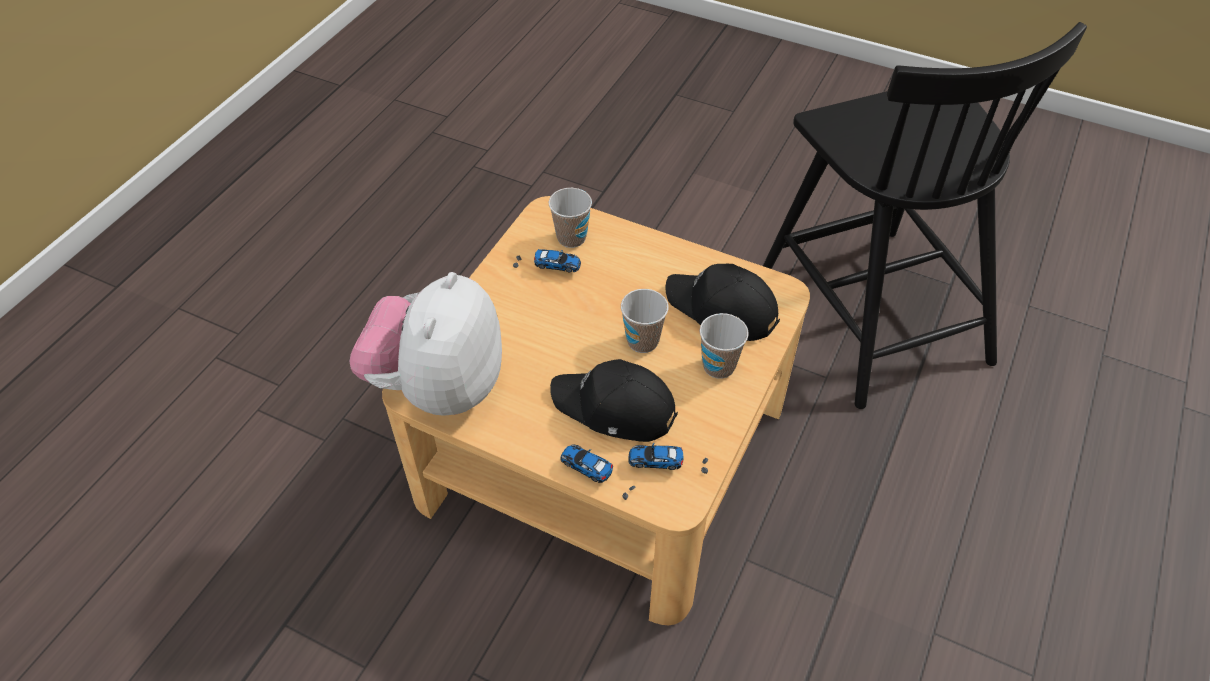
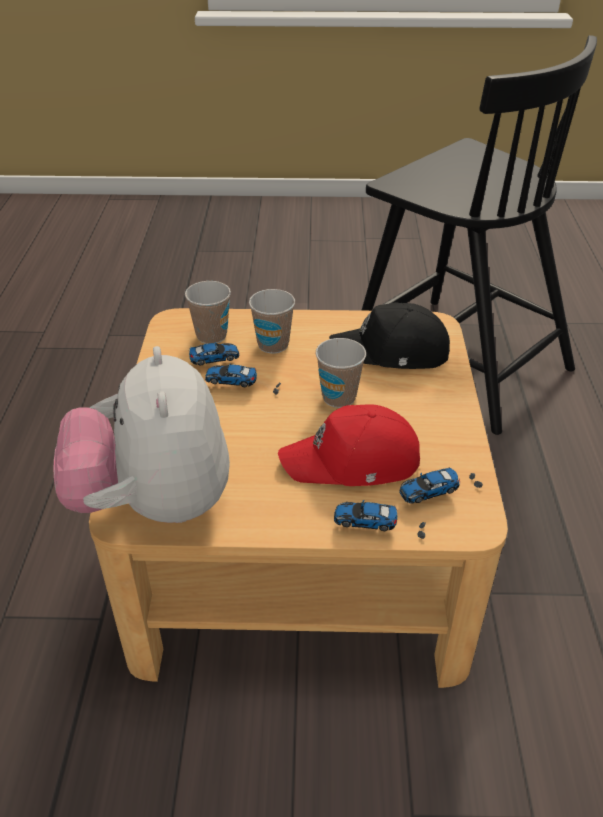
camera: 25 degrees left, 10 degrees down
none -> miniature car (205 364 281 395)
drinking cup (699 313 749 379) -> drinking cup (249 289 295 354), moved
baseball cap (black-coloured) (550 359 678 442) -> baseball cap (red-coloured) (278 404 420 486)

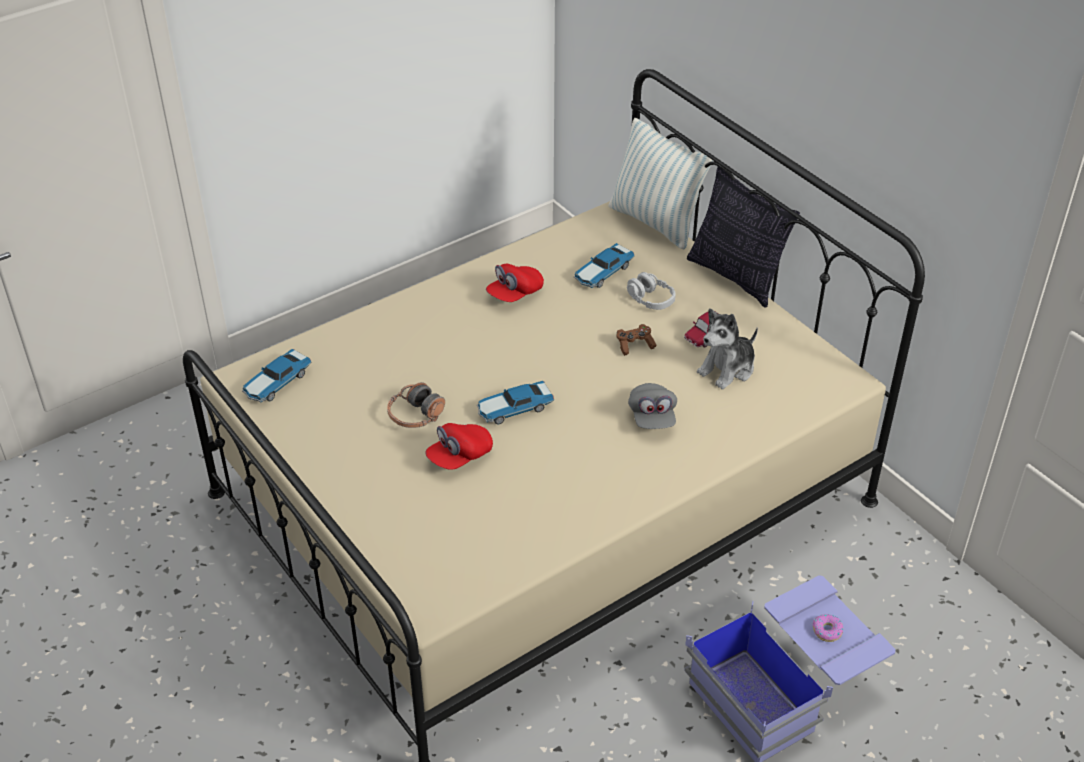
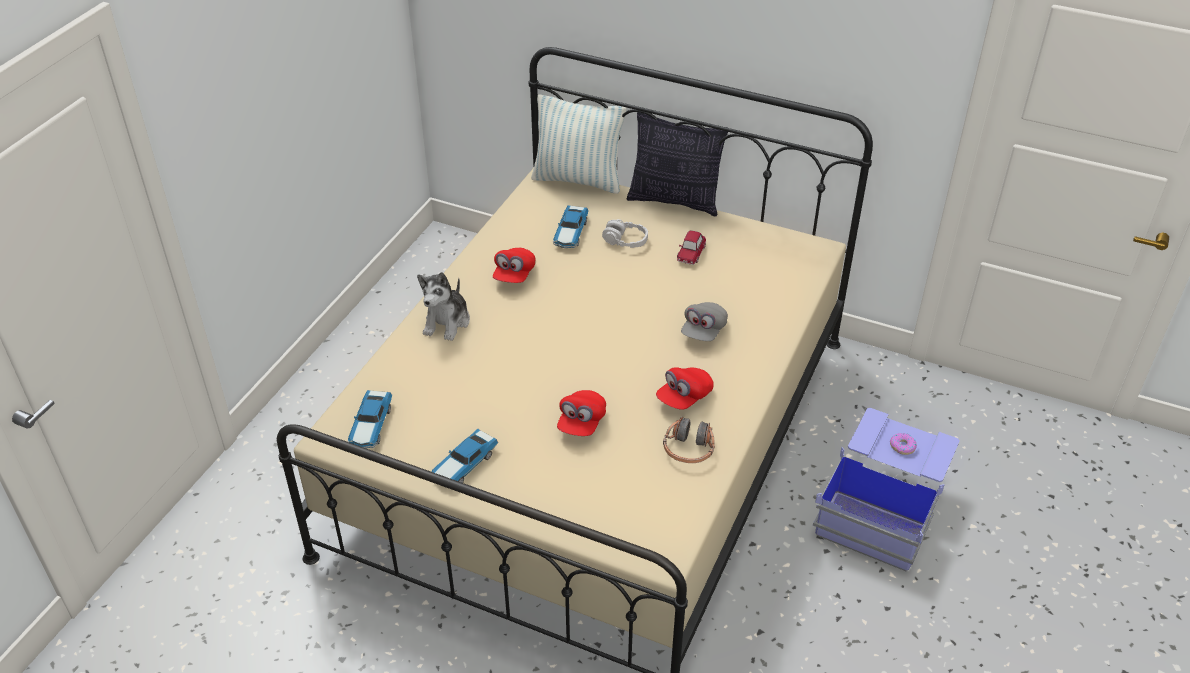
camera: 30 degrees left, 0 degrees up
soft toy (697 308 758 389) -> soft toy (417 272 470 341), moved
miniature car (476 381 554 425) -> miniature car (432 429 498 483), moved
none -> baseball cap (red-coloured) (656 367 714 410)
pair of headphones (387 382 445 428) -> pair of headphones (663 417 715 463), moved
baseball cap (gray) (628 383 677 429) -> baseball cap (gray) (681 302 728 341), 60 degrees clockwise
joypad (brown-coloured) (617 324 657 356) -> none

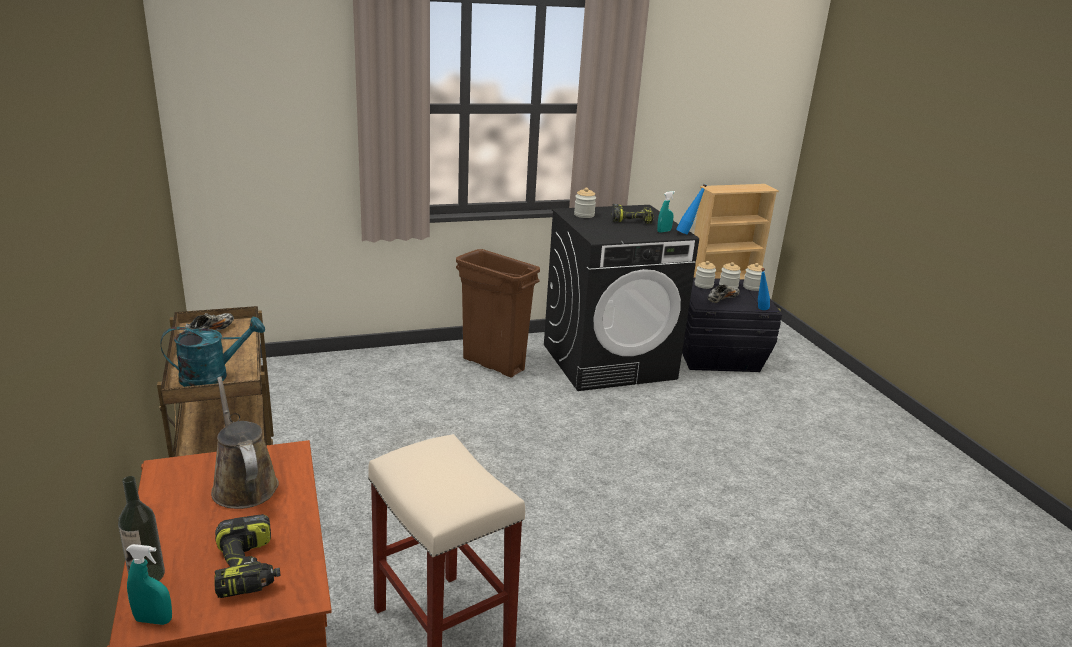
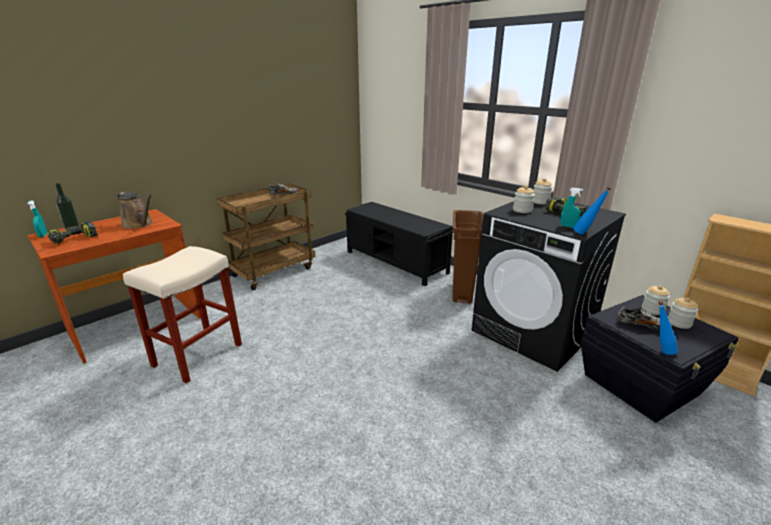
camera: 65 degrees right, 0 degrees up
watering can (brown-coloured) (211 377 279 509) -> watering can (brown-coloured) (117 192 152 229), 90 degrees clockwise
none -> indoor bench (black-coloured) (345 202 454 286)
jar (743 263 765 291) -> jar (513 185 535 213), moved
watering can (turquoise-coloured) (161 317 265 387) -> none

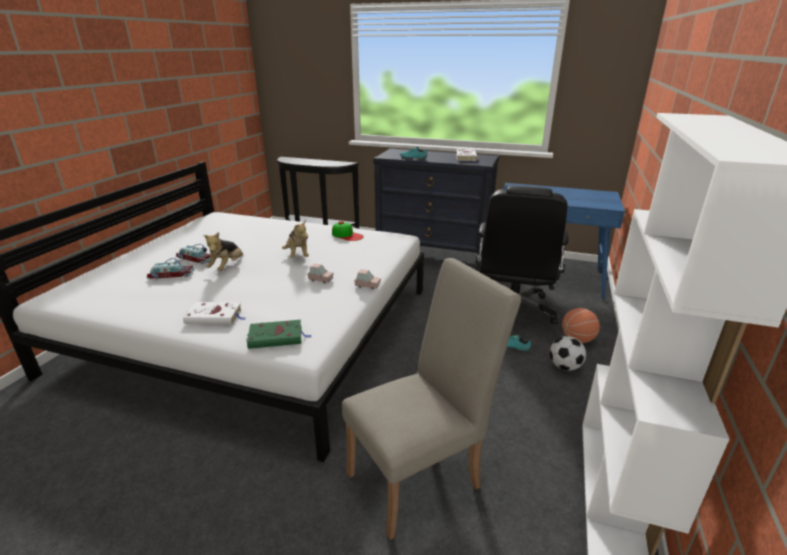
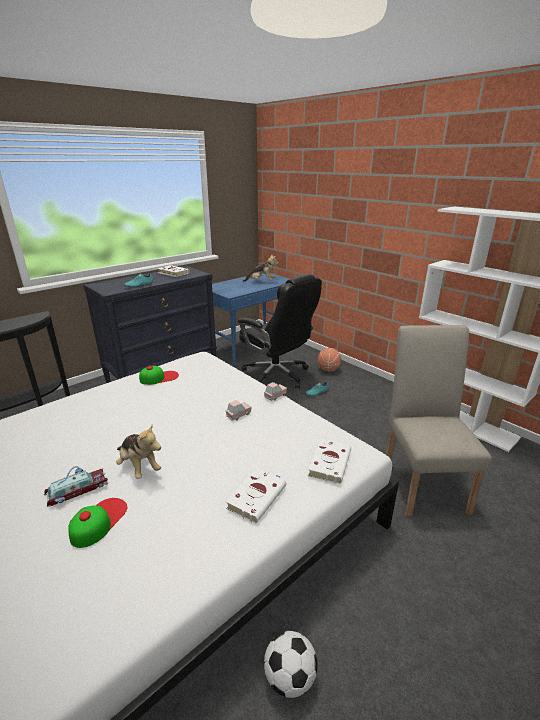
camera: 60 degrees left, 0 degrees up
miniature car (146 258 194 279) -> baseball cap (68 498 127 548)
soft toy (282 220 309 258) -> soft toy (243 255 279 282), moved
football (550 336 586 371) -> football (264 631 318 698), moved
book (green) (246 320 311 349) -> book (whitish) (308 439 351 484)

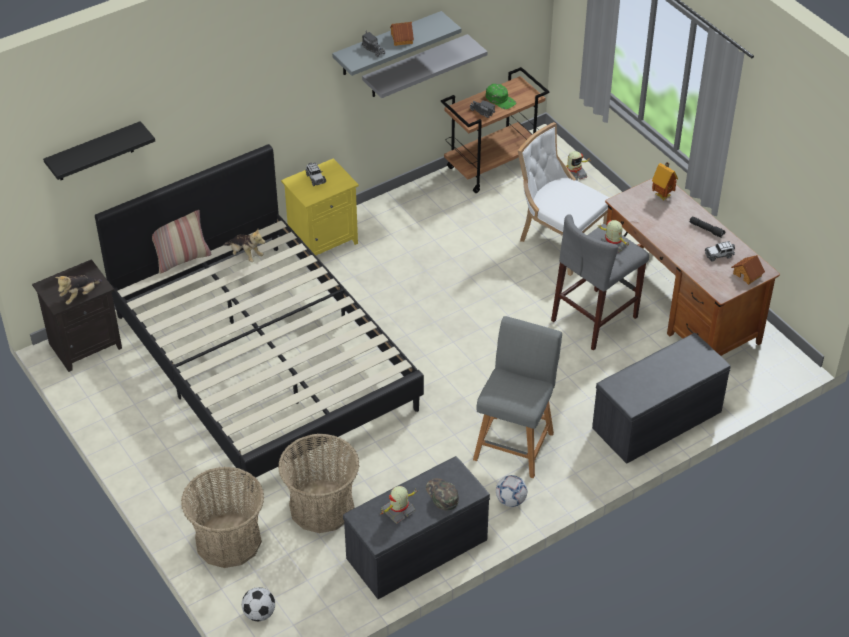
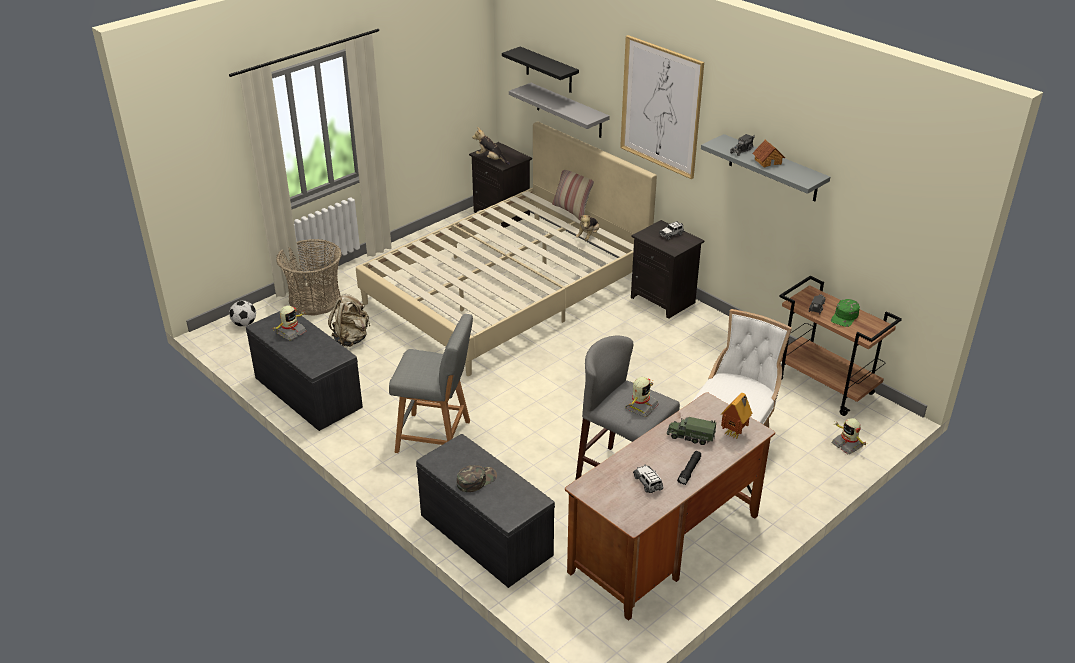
camera: 80 degrees right, 10 degrees down
model robot (381 486 419 524) -> model robot (273 305 307 341), 90 degrees clockwise
basket (278 434 360 533) -> backpack (beige) (328 294 370 347)
bed (black-coloured) (95 144 424 494) -> bed (beige) (356 122 657 376)
baseball cap (green) (426 478 459 510) -> baseball cap (green) (457 465 497 492), moved
wall shelf (gray) (362 34 488 98) -> wall shelf (gray) (509 83 610 138), moved
none -> picture (620 35 704 179)
bedside table (yellowish) (281 158 359 255) -> bedside table (black-coloured) (631 220 704 318)
none -> toy truck (667 417 716 445)
football (496 475 527 507) -> none
model house (731 255 765 285) -> none

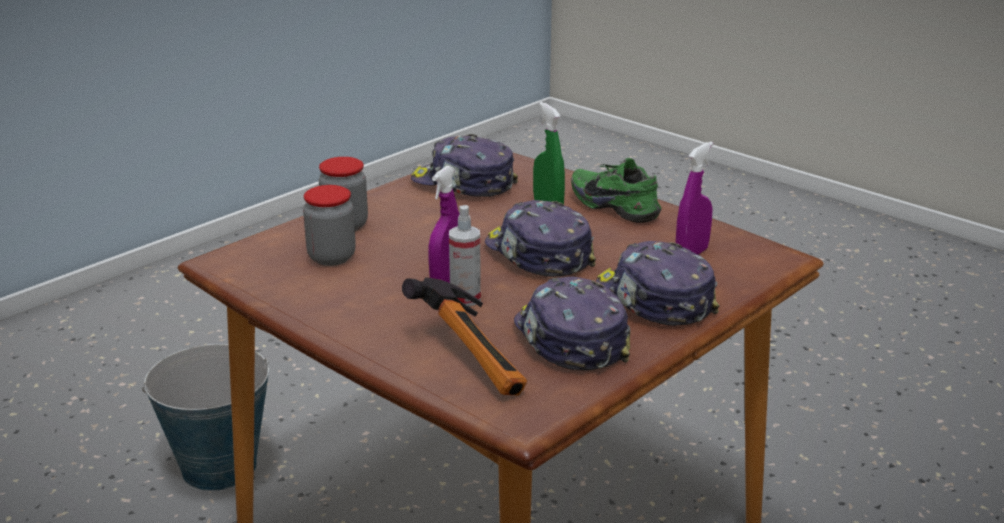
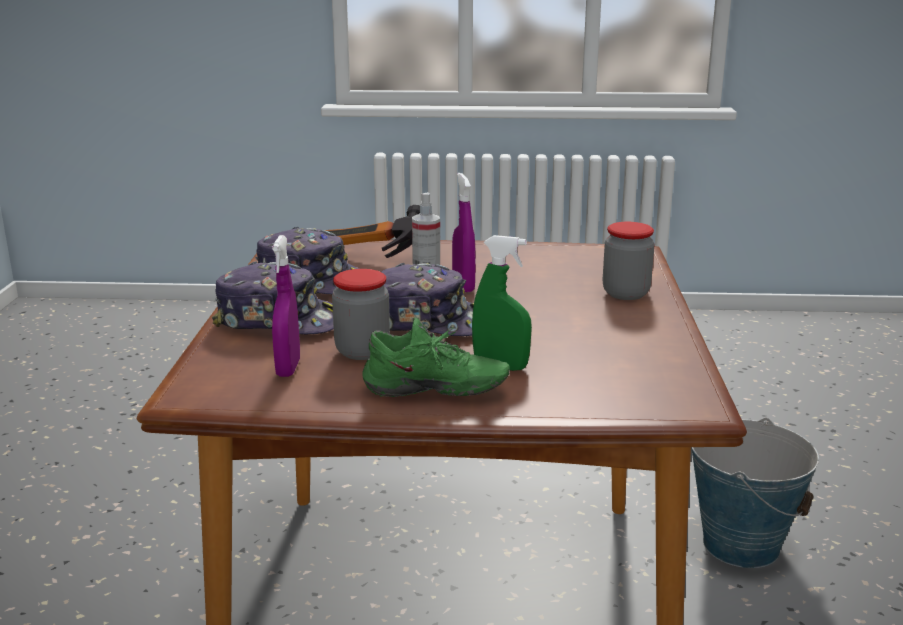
camera: 140 degrees right, 5 degrees down
jar (303 185 356 266) -> jar (332 269 390 360), moved
baseball cap (411 134 518 197) -> none

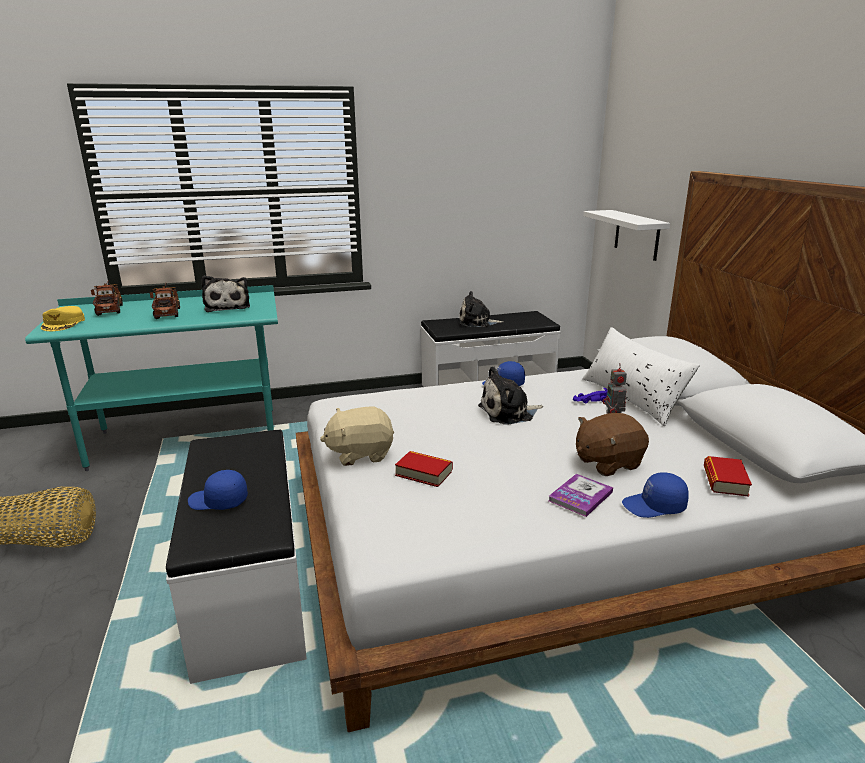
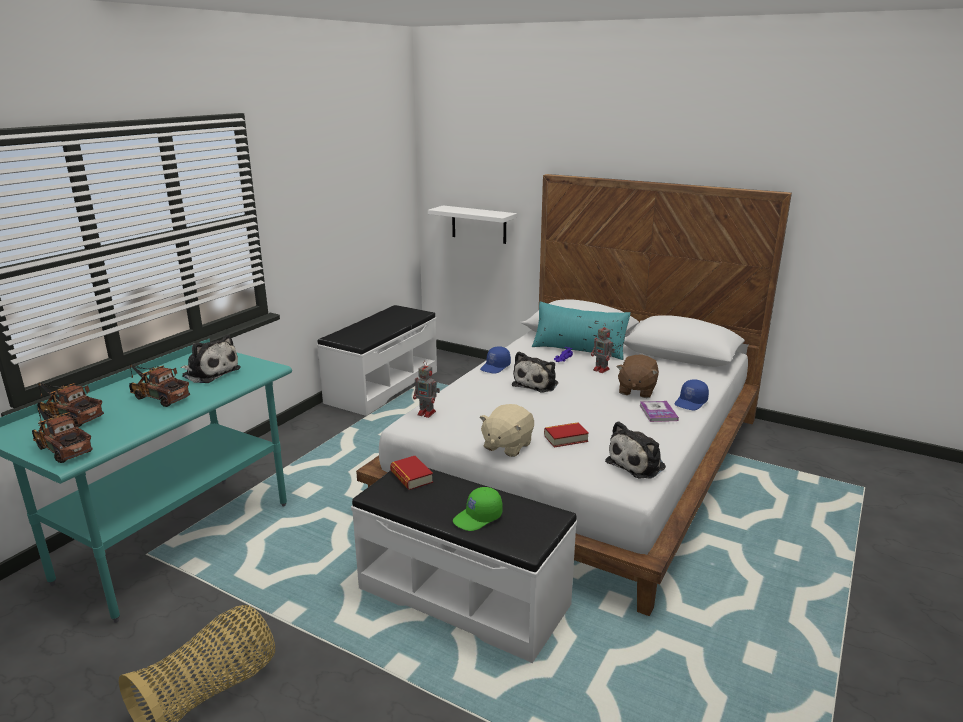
camera: 45 degrees left, 0 degrees up
baseball cap (yellowish) (41 306 85 331) -> toy truck (32 408 93 463)
book (704 456 752 497) -> book (390 456 433 490), moved
none -> model robot (413 361 440 418)
baseball cap (blue) (188 470 248 510) -> baseball cap (green) (453 487 503 531)
cushion (whitish) (582 327 700 426) -> cushion (turquoise-coloured) (532 302 631 360)
soft toy (459 291 504 327) -> soft toy (605 421 666 479), moved

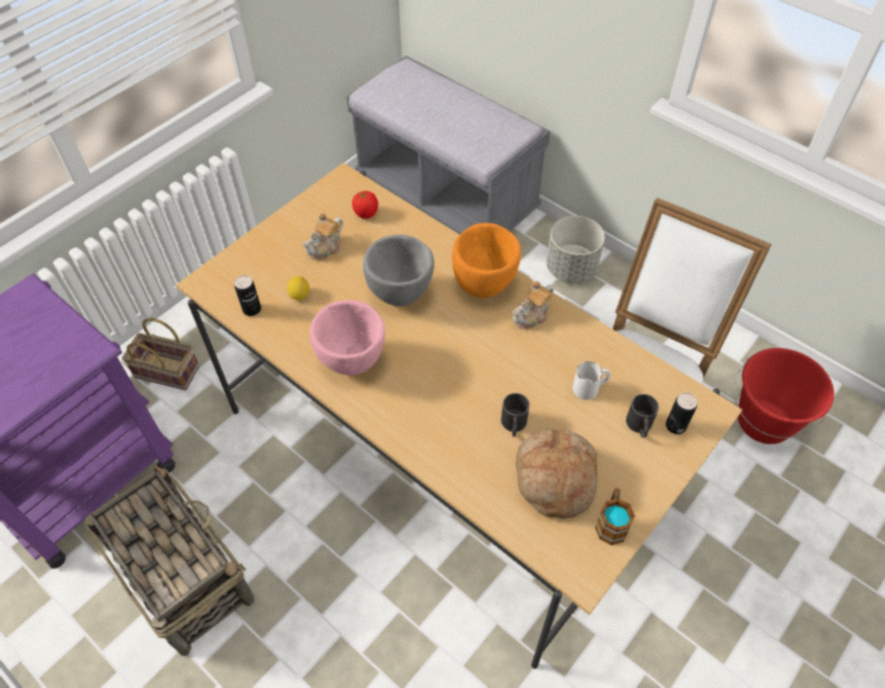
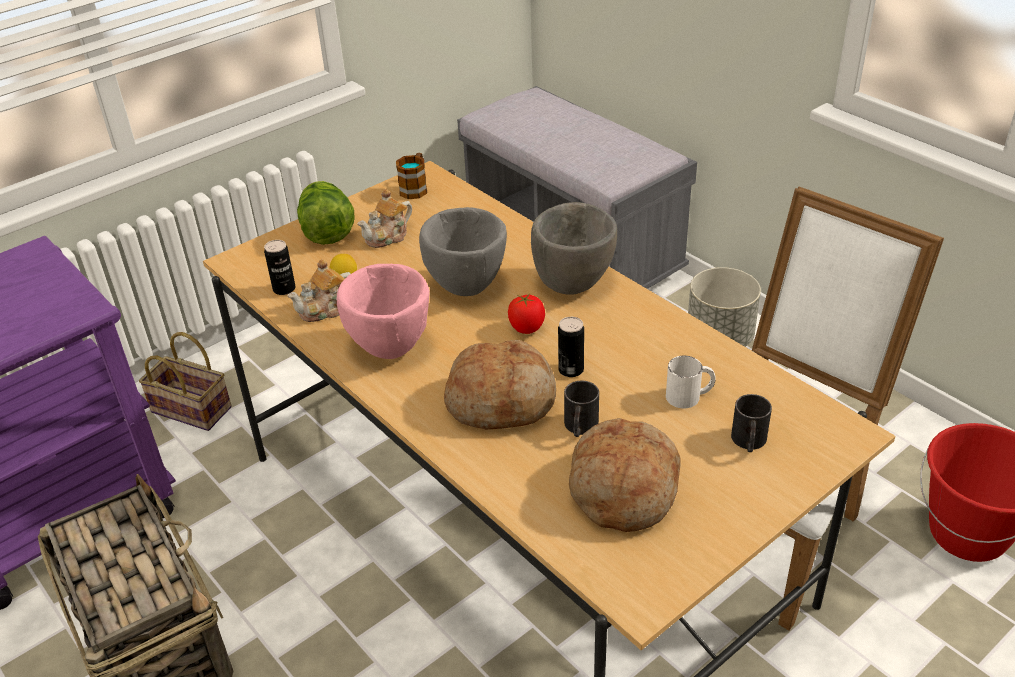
camera: 10 degrees right, 15 degrees down
tea pot (513 281 554 329) -> tea pot (288 259 350 322), moved
none -> lettuce head (297 181 355 245)
coffee mug (595 488 635 545) -> coffee mug (396 153 427 199), moved
none -> baked bread (444 340 556 429)
whole tomato (352 191 378 219) -> whole tomato (508 294 545 334), moved
deep dish (orangey) (452 223 521 298) -> deep dish (gray) (531 202 617 295)
metal can (666 392 697 434) -> metal can (558 317 584 377), moved

